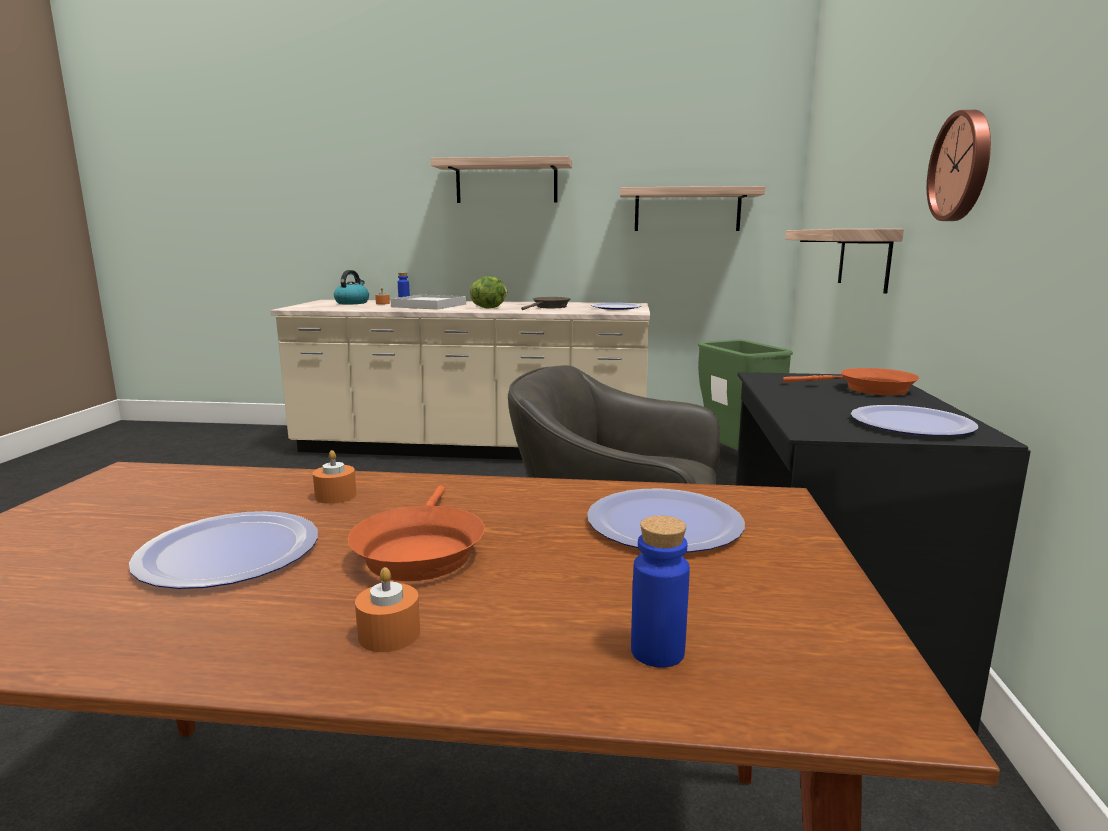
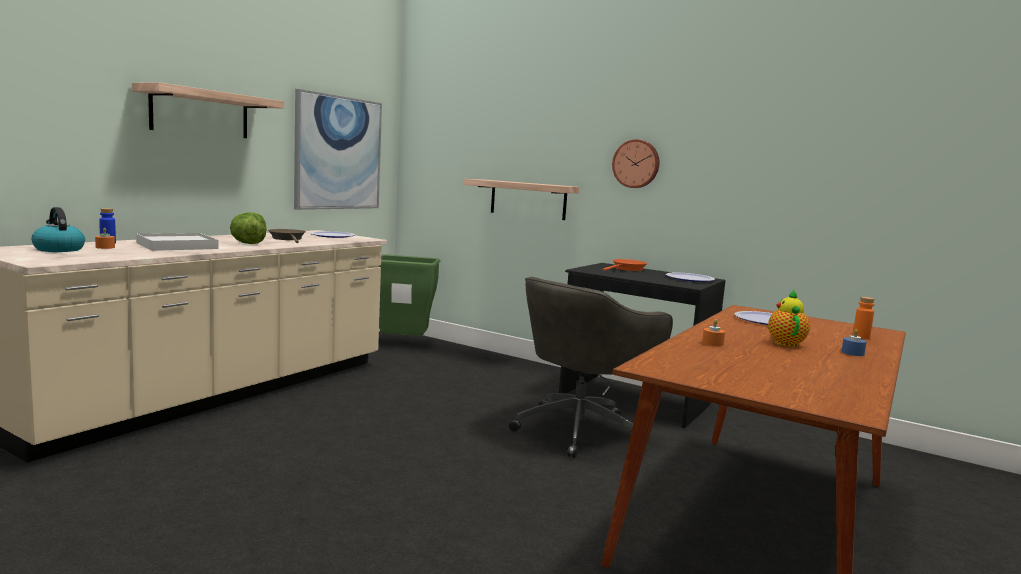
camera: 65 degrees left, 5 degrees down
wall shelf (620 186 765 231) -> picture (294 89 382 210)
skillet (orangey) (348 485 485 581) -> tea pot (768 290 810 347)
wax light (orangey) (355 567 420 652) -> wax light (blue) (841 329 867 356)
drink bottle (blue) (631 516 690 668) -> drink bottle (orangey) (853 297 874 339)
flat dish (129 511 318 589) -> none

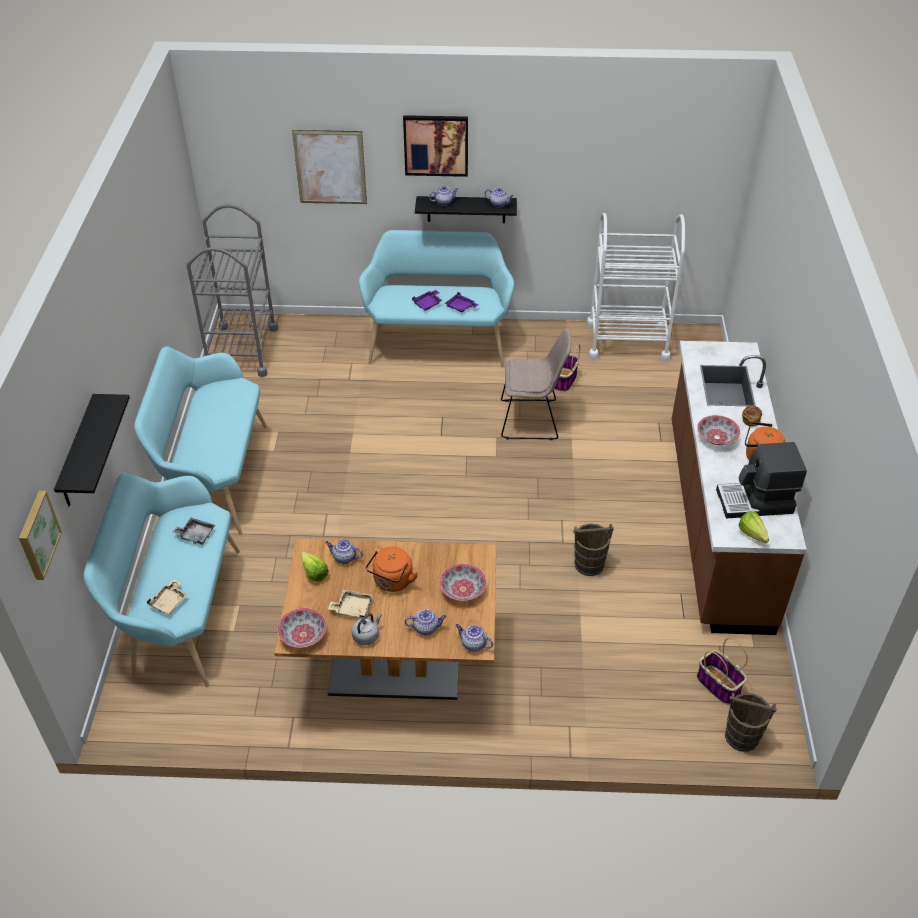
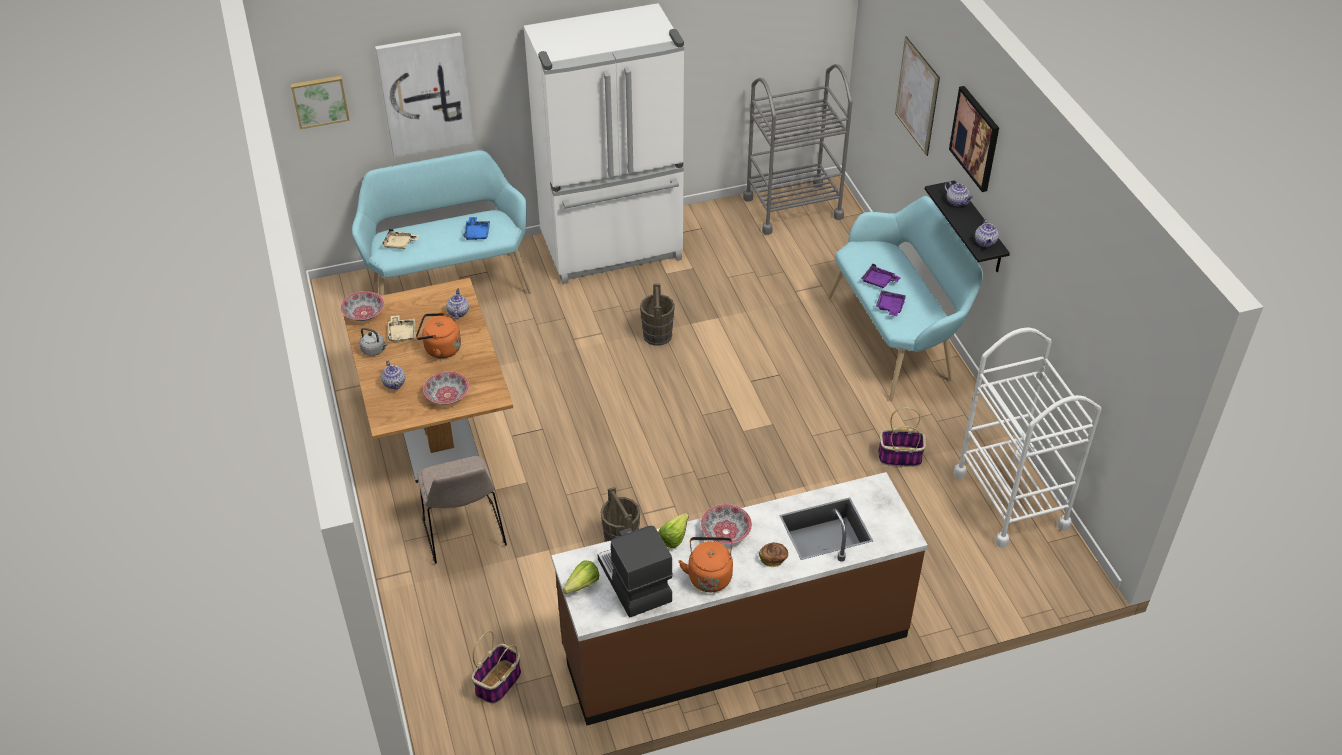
camera: 70 degrees right, 0 degrees up
wall shelf (black-coloured) (54 394 130 507) -> picture (375 32 474 157)
plain chair (beige) (501 328 571 440) -> plain chair (beige) (418 456 507 564), moved
serving tray (gray) (172 518 215 545) -> serving tray (blue) (463 217 490 241)
indoor bench (turquoise-coloured) (134 346 267 534) -> refrigerator (whitish) (524 3 684 284)
pail (brown-coloured) (725 692 777 752) -> pail (brown-coloured) (640 284 675 346), moved
lettuce head (301 551 329 582) -> lettuce head (658 513 689 548), moved
tea pot (455 624 493 651) -> none

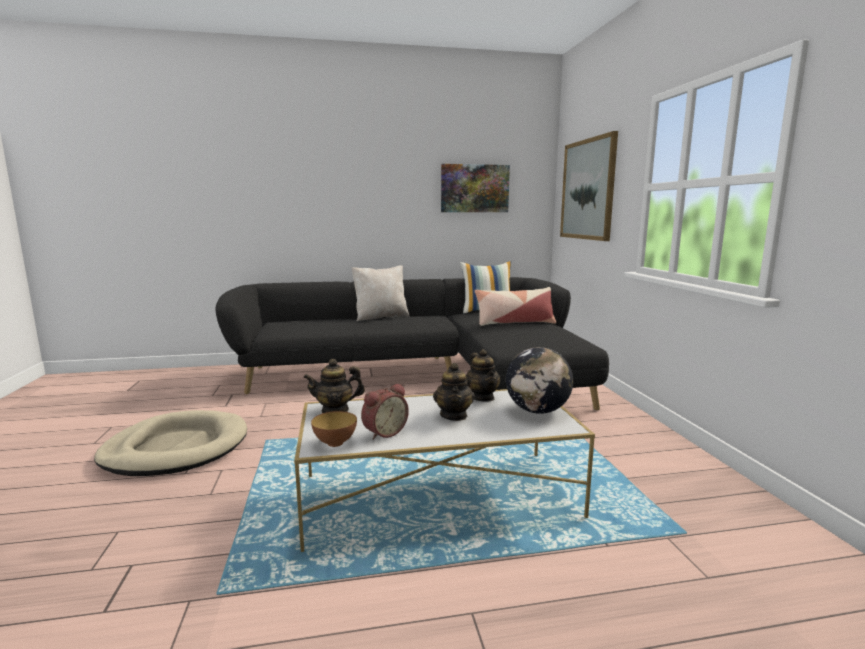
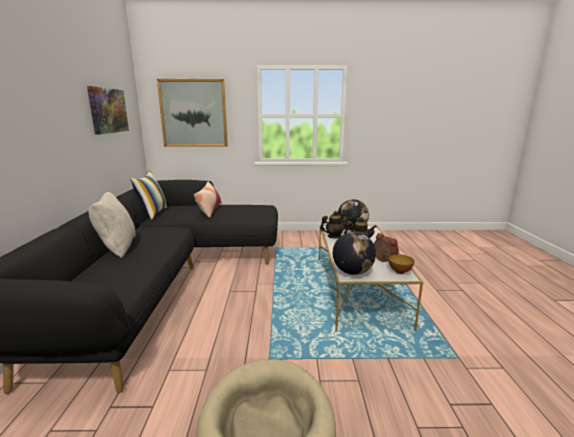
camera: 80 degrees left, 5 degrees up
tea pot (303 359 365 413) -> globe (333 232 376 275)

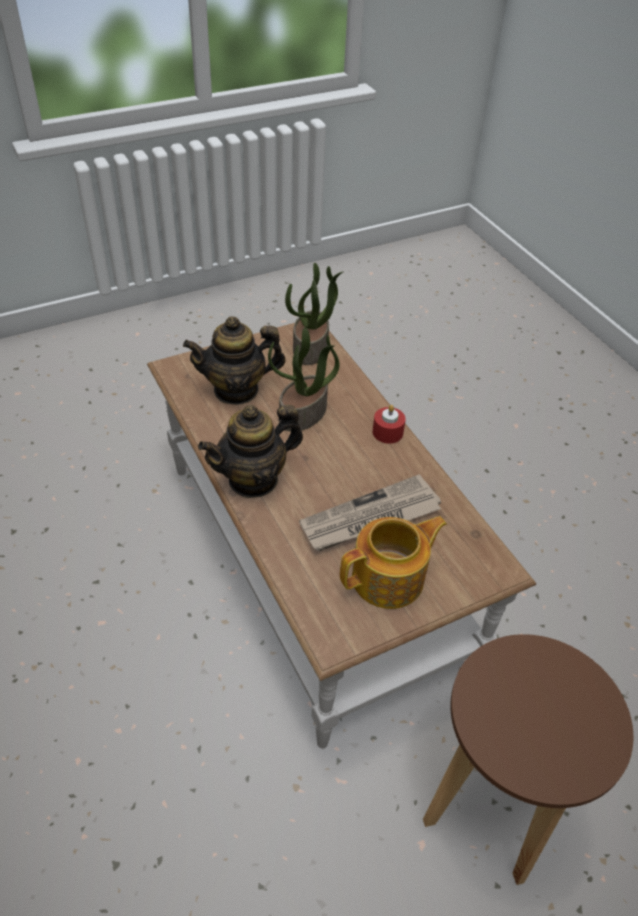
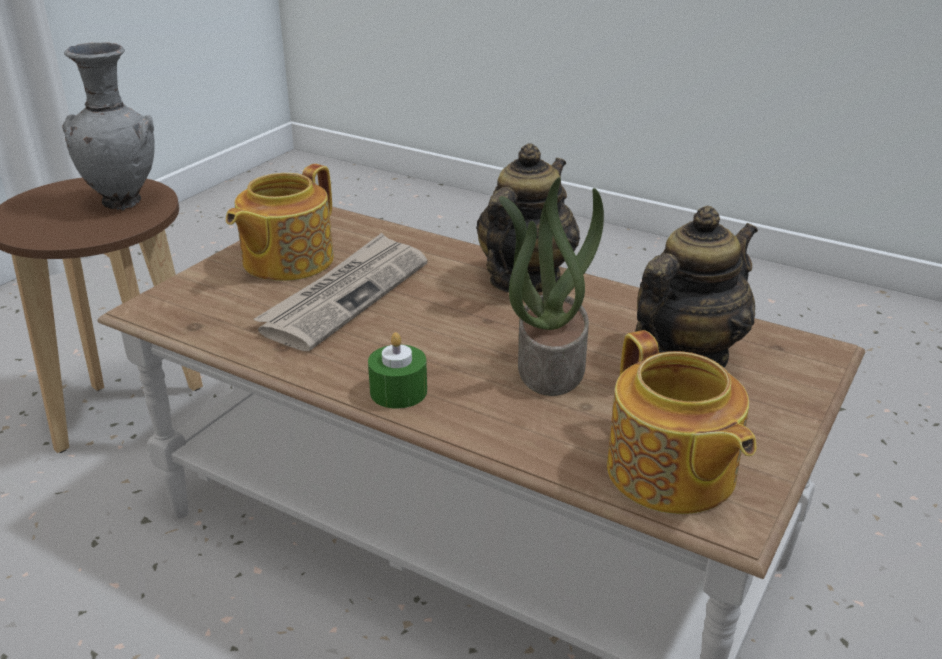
camera: 150 degrees right, 15 degrees down
none -> flower vase (gray) (62 42 155 210)
wax light (red-coloured) (373 405 406 444) -> wax light (green) (368 332 427 409)
potted plant (285 263 344 365) -> tea pot (607 330 757 514)

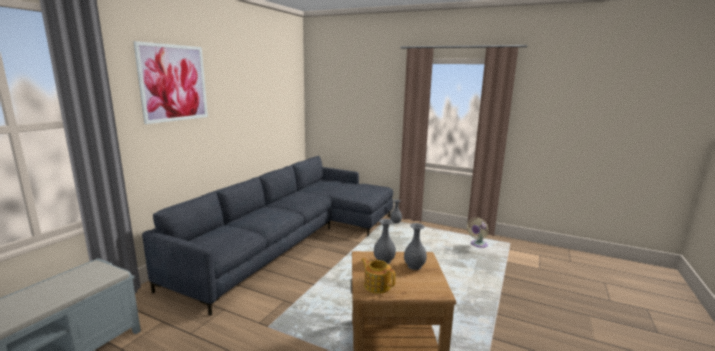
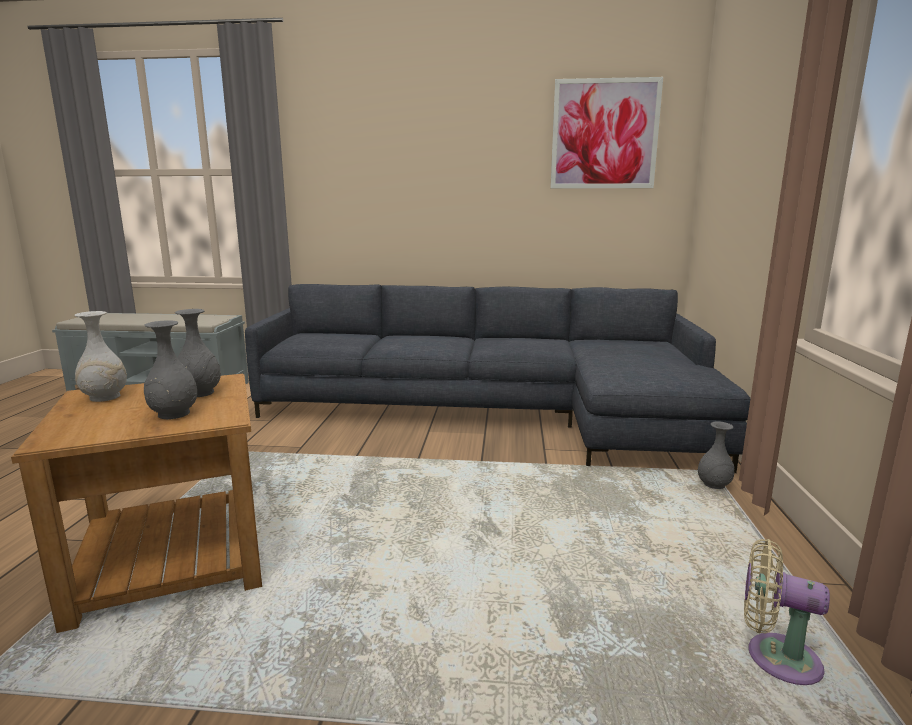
camera: 70 degrees right, 0 degrees up
tea pot (361 258 396 294) -> flower vase (whitish) (74 311 127 402)
picture (133 41 208 124) -> picture (551 77 663 188), moved

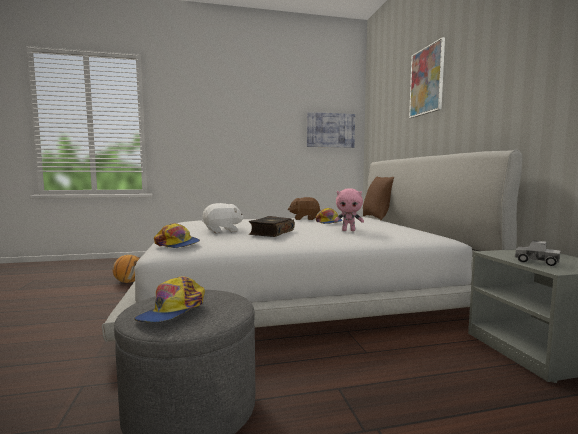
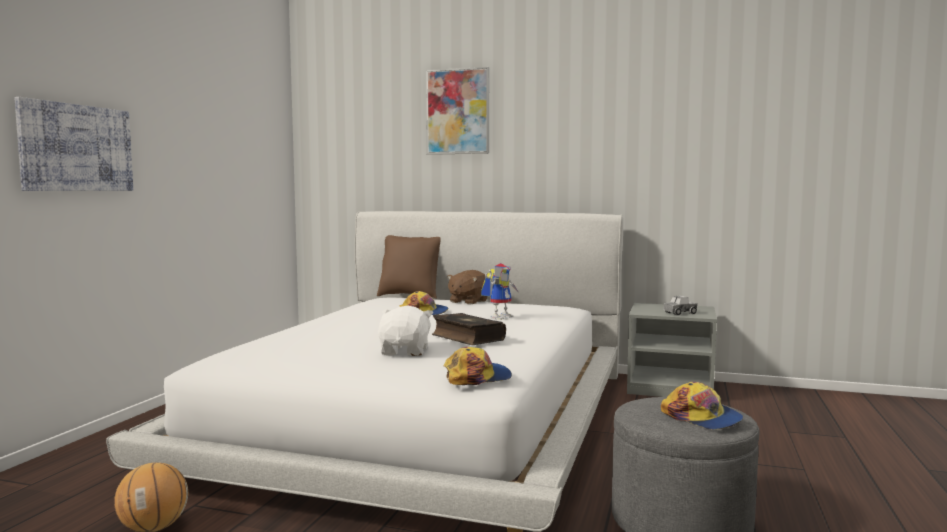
camera: 60 degrees left, 0 degrees up
picture (307 112 355 148) -> picture (14 97 133 191), moved
soft toy (brown-coloured) (288 197 320 220) -> soft toy (brown-coloured) (447 270 487 305), moved
soft toy (pink-coloured) (334 188 364 231) -> model robot (481 263 518 320)

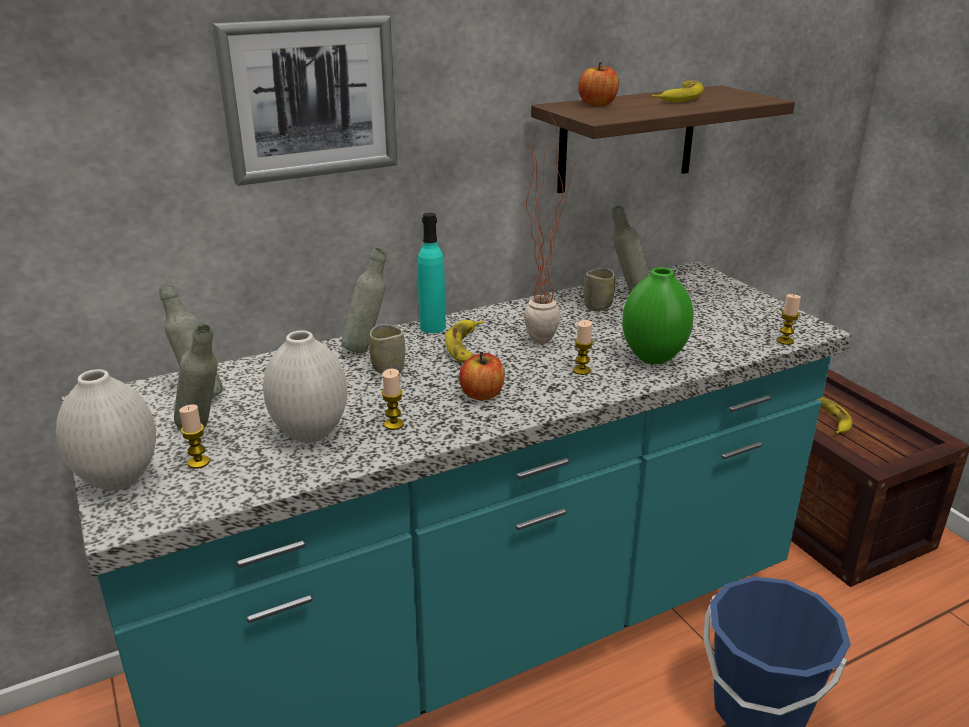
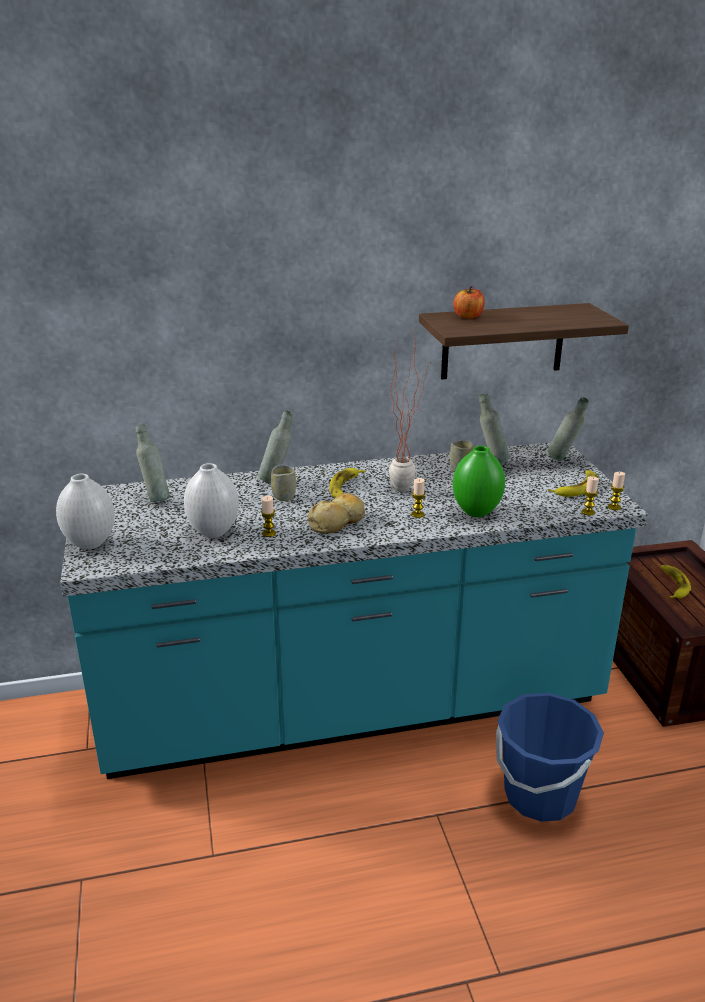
camera: 15 degrees right, 0 degrees up
apple (459 352 505 400) -> baked bread (308 493 365 534)
drink bottle (gray) (174 324 218 430) -> drink bottle (gray) (548 397 589 460), moved
banana (652 81 704 102) -> banana (548 470 598 497), moved
wax light (179 404 210 469) -> wax light (608 472 625 510), moved
picture (212 15 398 186) -> none
drink bottle (turquoise-coloured) (417 213 446 333) -> none

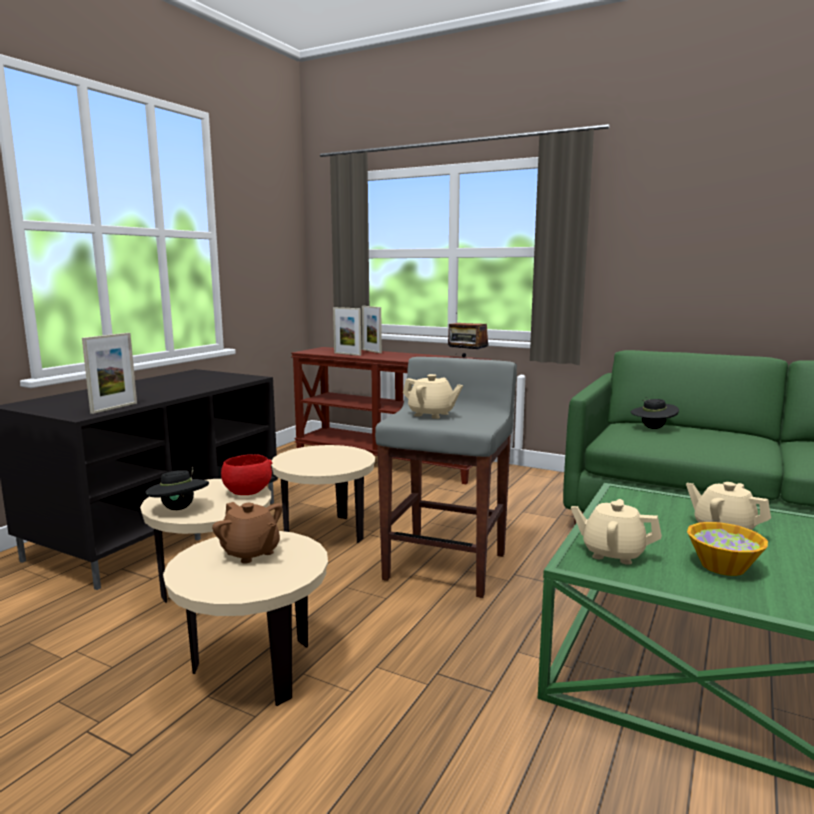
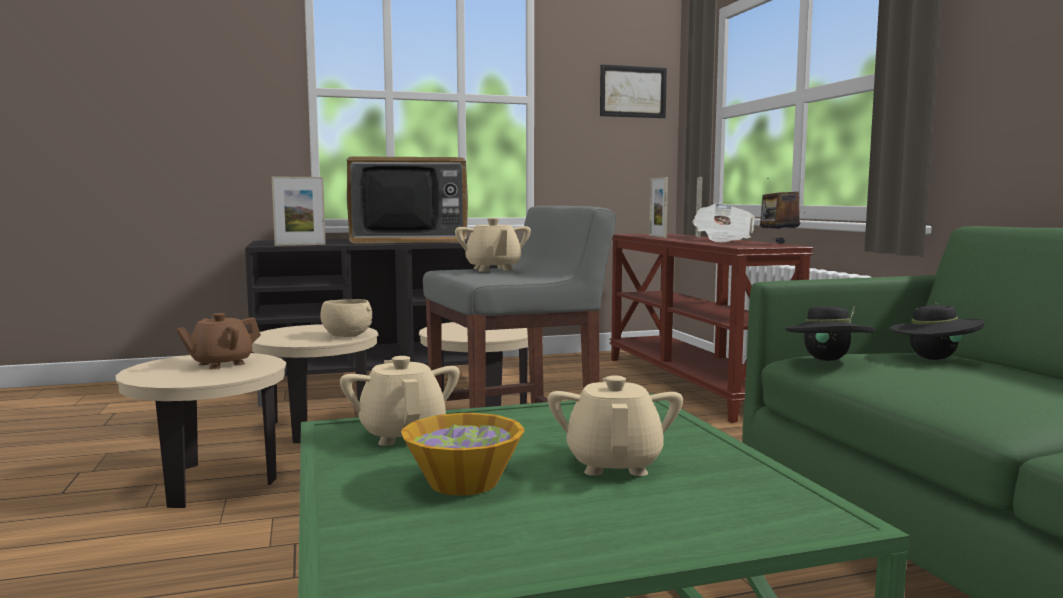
camera: 45 degrees right, 5 degrees down
tea pot (brown-coloured) (212 502 282 564) -> tea pot (brown-coloured) (176 313 261 369), 45 degrees clockwise
deep dish (red-coloured) (221 454 272 495) -> deep dish (beige) (320 299 372 337)
none -> TV set (346 156 468 243)
none -> picture (600 64 667 118)
none -> newspaper (692 203 755 242)
hat (black-coloured) (145 466 209 510) -> hat (black-coloured) (785 305 875 361), moved

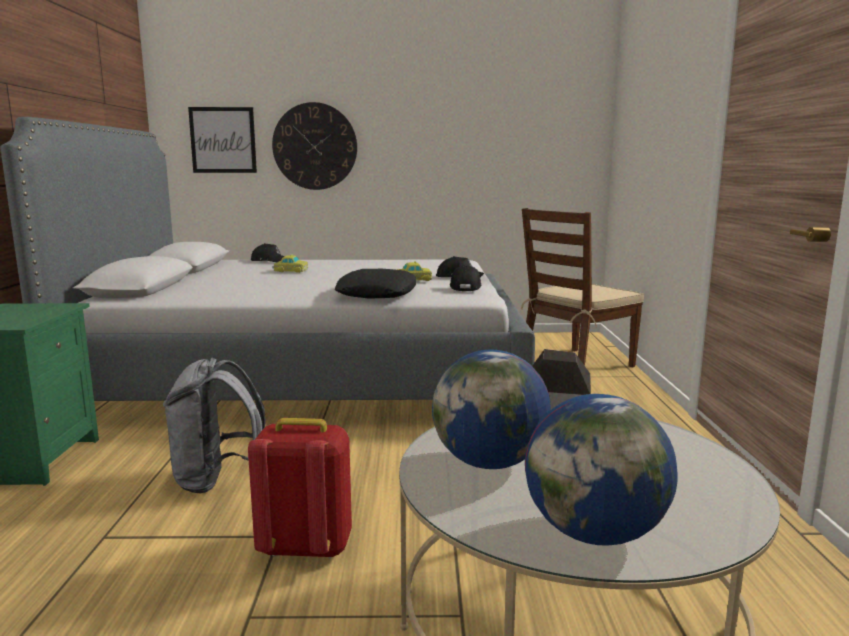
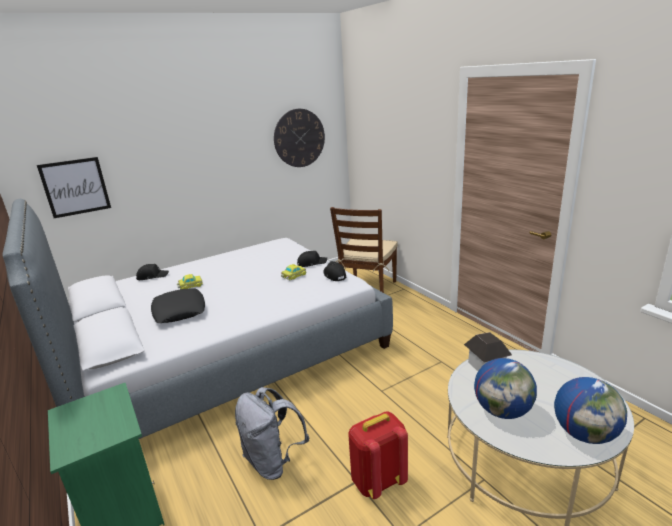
camera: 30 degrees left, 10 degrees up
cushion (black-coloured) (334 269 416 298) -> cushion (black-coloured) (151 288 205 323), moved
hanging clock (272 102 357 190) -> hanging clock (274 109 325 167), moved

